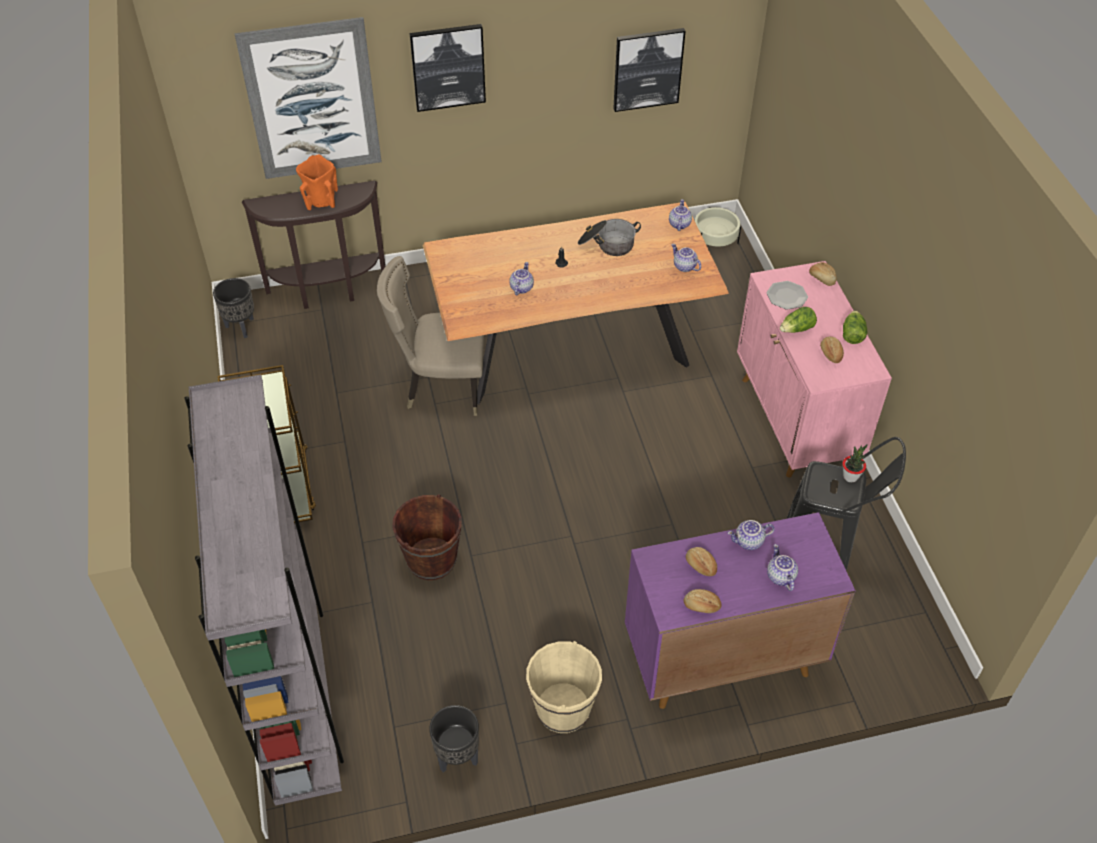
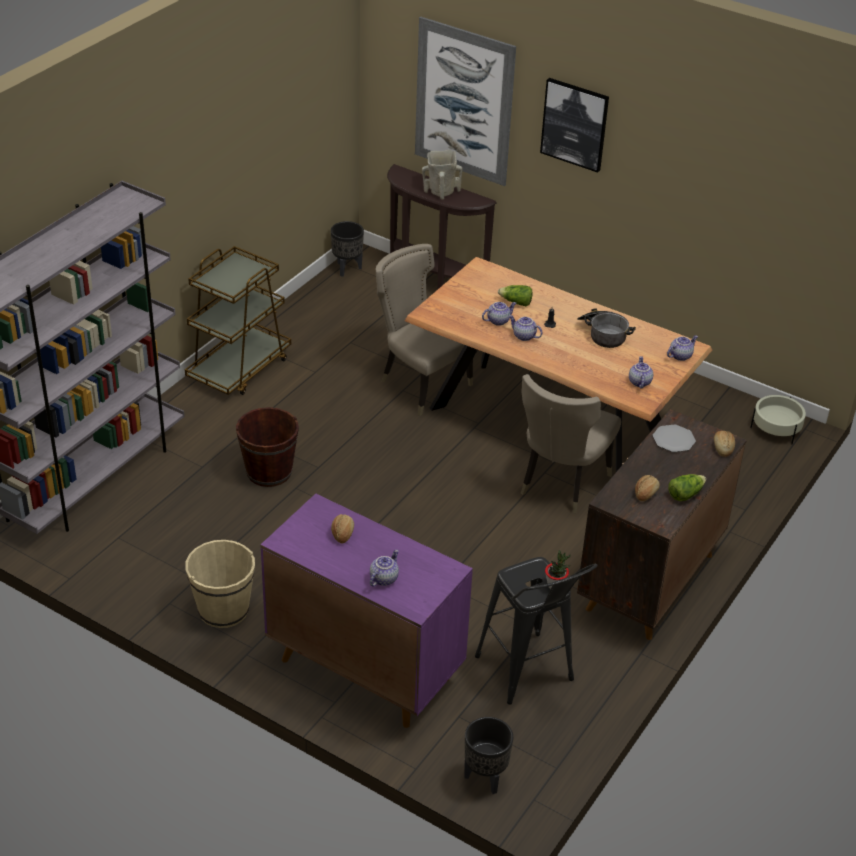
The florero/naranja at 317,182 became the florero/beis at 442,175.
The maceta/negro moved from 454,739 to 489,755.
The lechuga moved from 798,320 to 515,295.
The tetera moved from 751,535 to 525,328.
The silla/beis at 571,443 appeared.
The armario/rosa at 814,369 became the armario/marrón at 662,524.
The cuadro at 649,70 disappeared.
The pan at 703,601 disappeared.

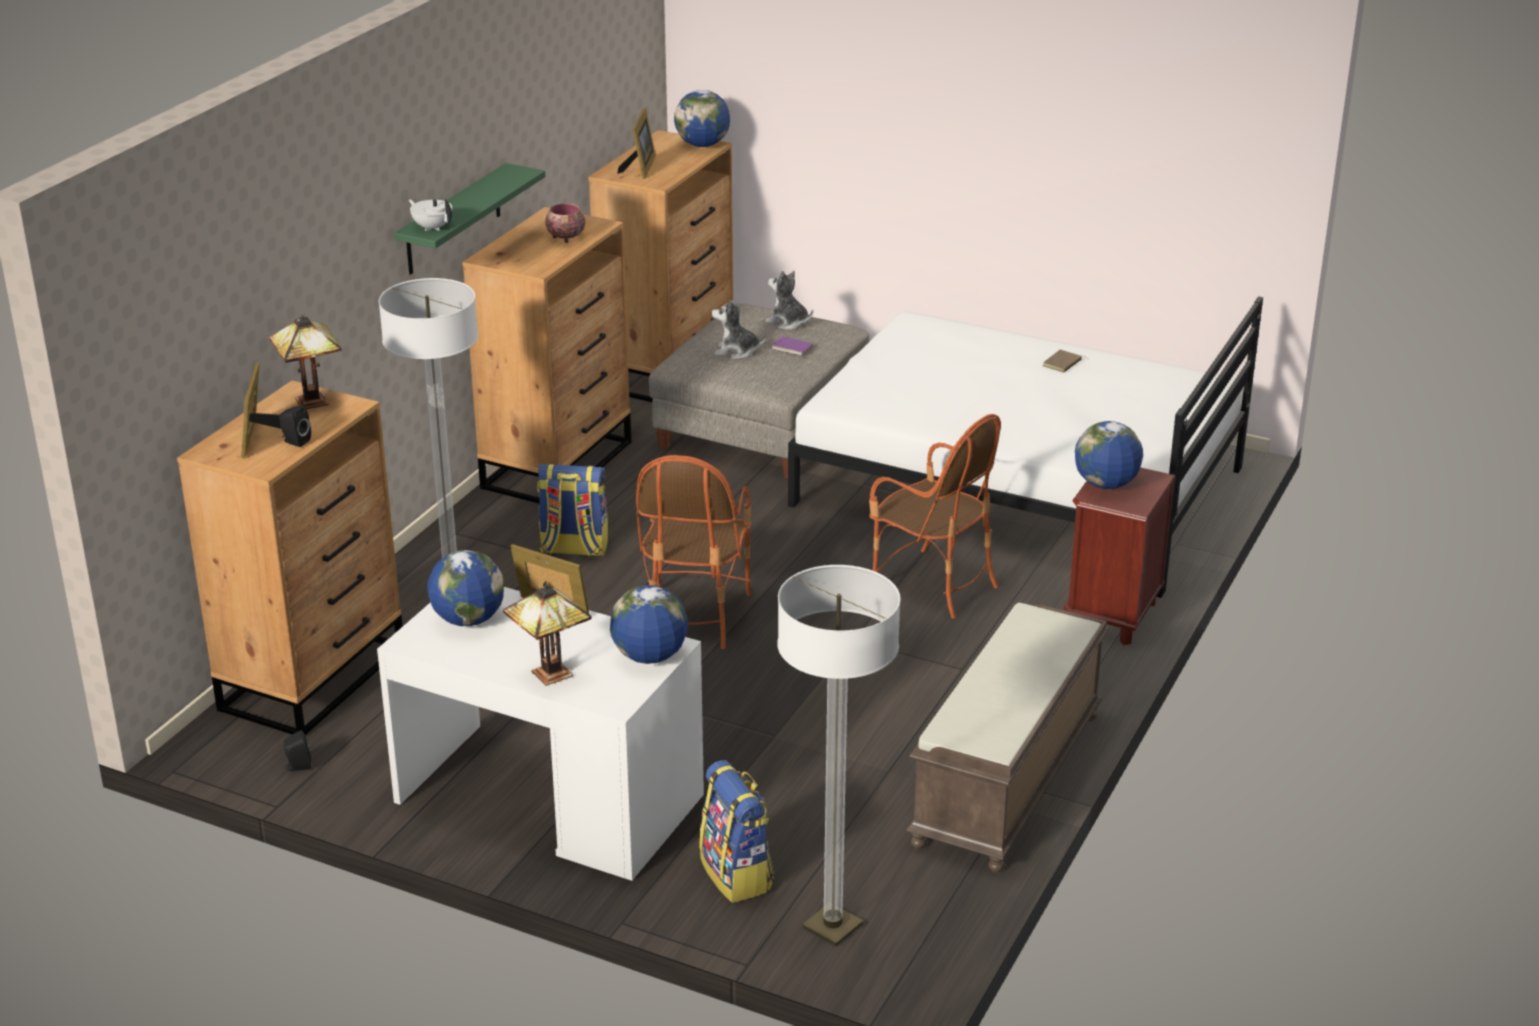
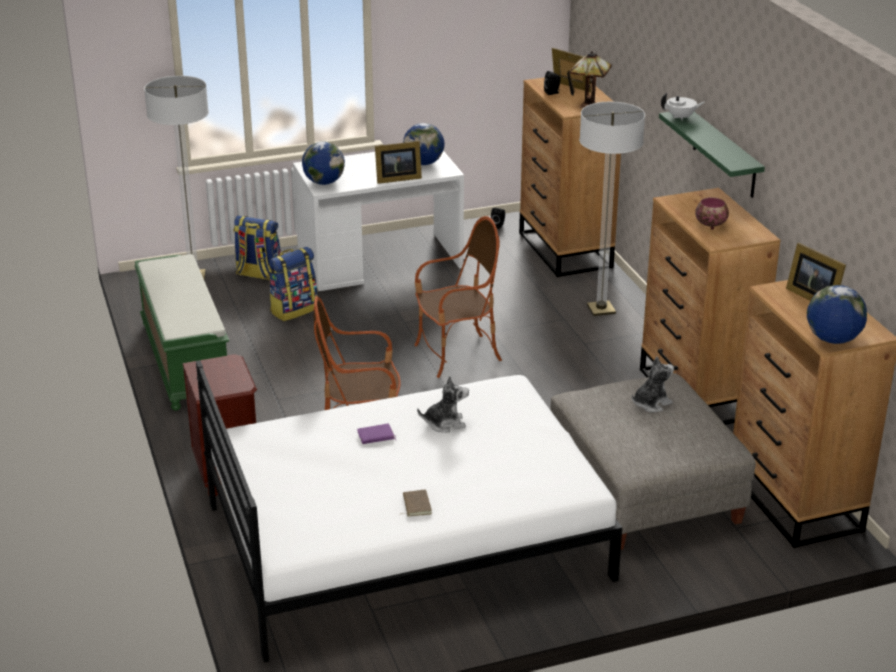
The banco/marrón at 1007,738 became the banco/verde at 181,332.
The mochila moved from 572,510 to 293,284.
The libro/morado moved from 792,345 to 376,434.
The sillón at 693,552 turned 105 degrees clockwise.
The peluche moved from 789,300 to 443,404.
The lámpara de mesa at 547,635 disappeared.
The globo terráqueo at 1109,455 disappeared.

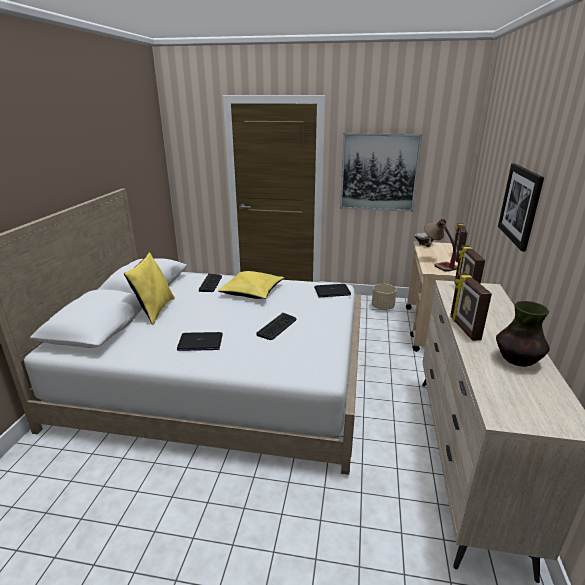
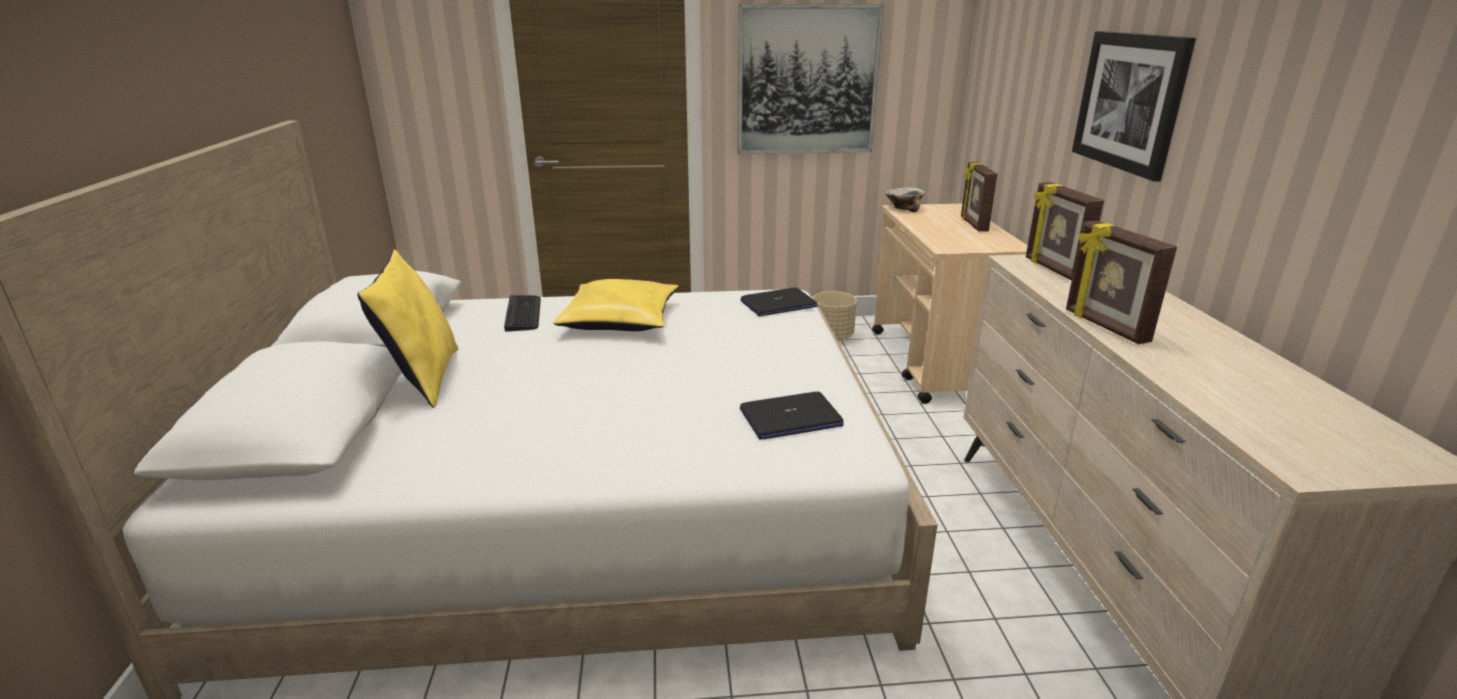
The portátil moved from 200,341 to 792,416.
The teclado at 277,326 disappeared.
The lámpara de mesa at 441,245 disappeared.
The florero at 523,334 disappeared.

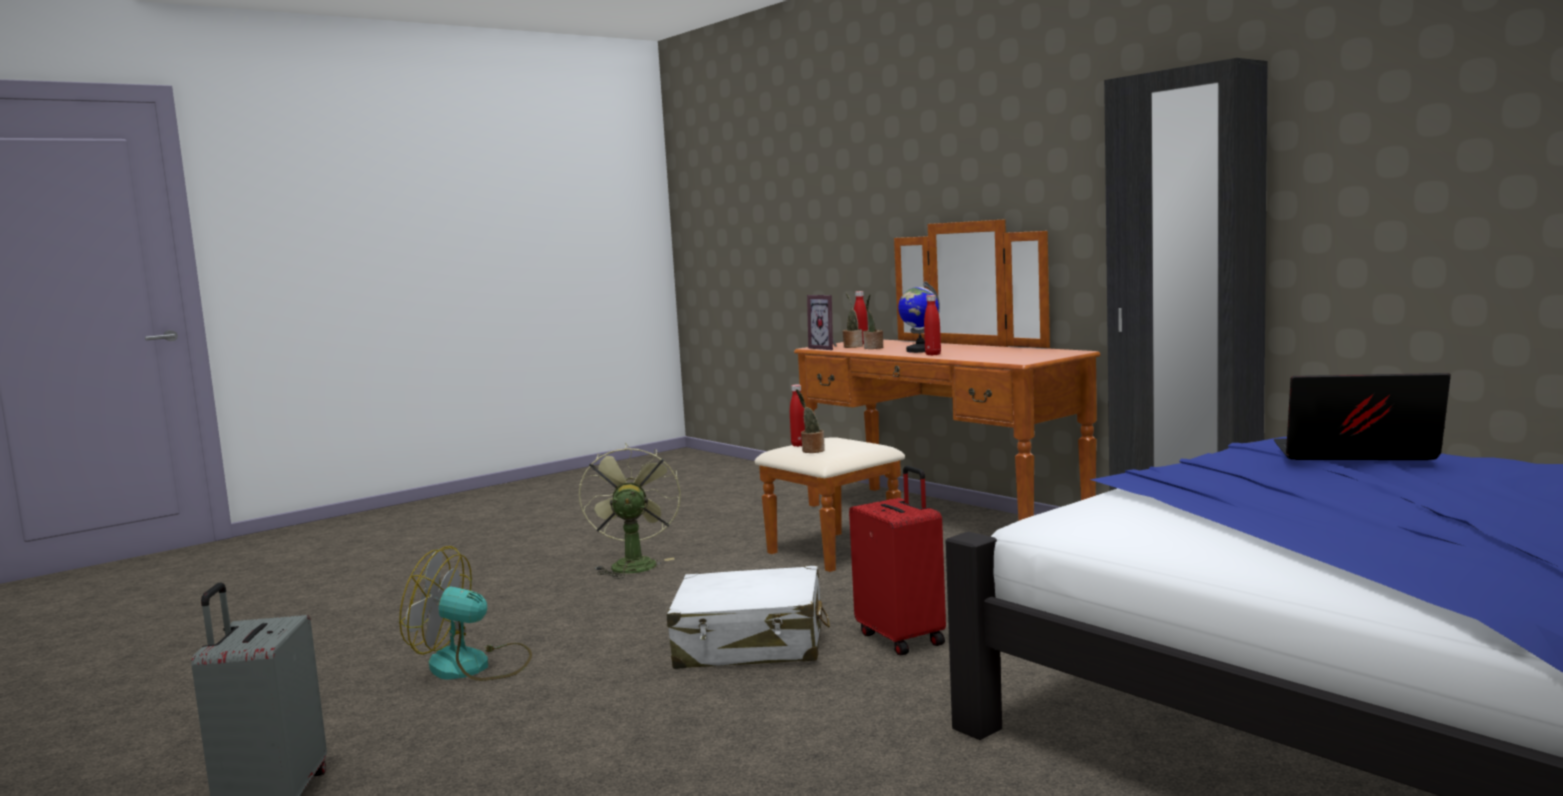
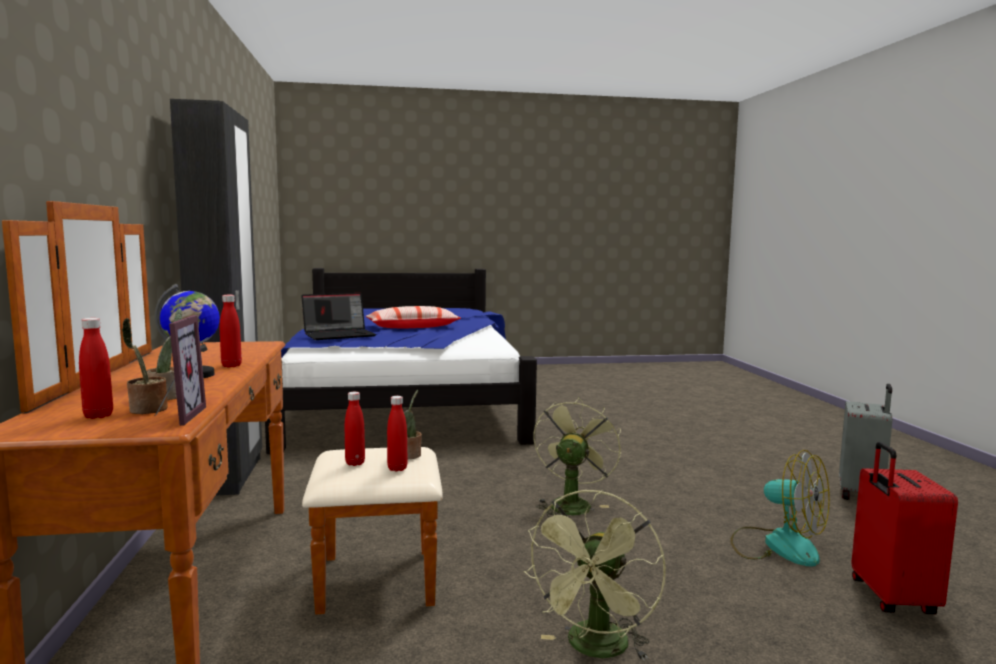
The portátil at 1362,416 turned 75 degrees counterclockwise.
The botella/rojo at 355,429 appeared.
The cojín at 413,317 appeared.
The maleta/blanco at 748,617 was replaced by the ventilador/verde at 577,457.
The maleta/rojo moved from 897,560 to 904,528.

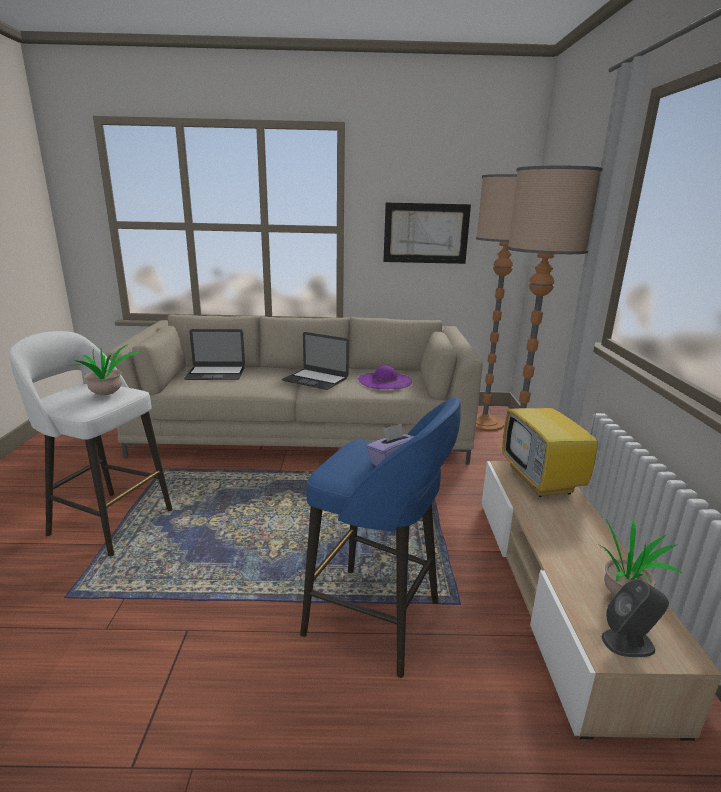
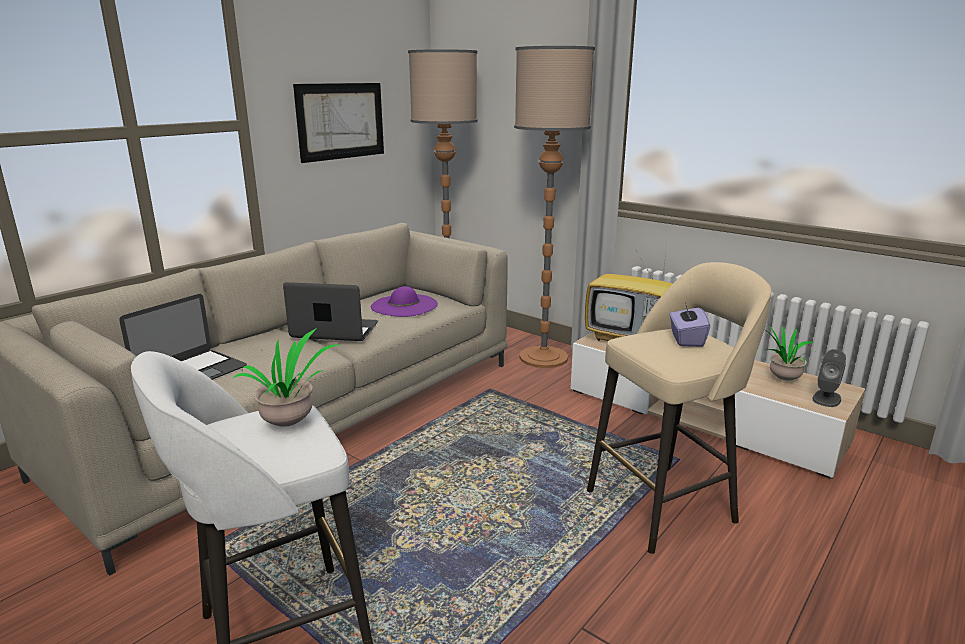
The portátil at 315,361 turned 150 degrees counterclockwise.
The taburete/azul at 380,538 became the taburete/beis at 679,408.

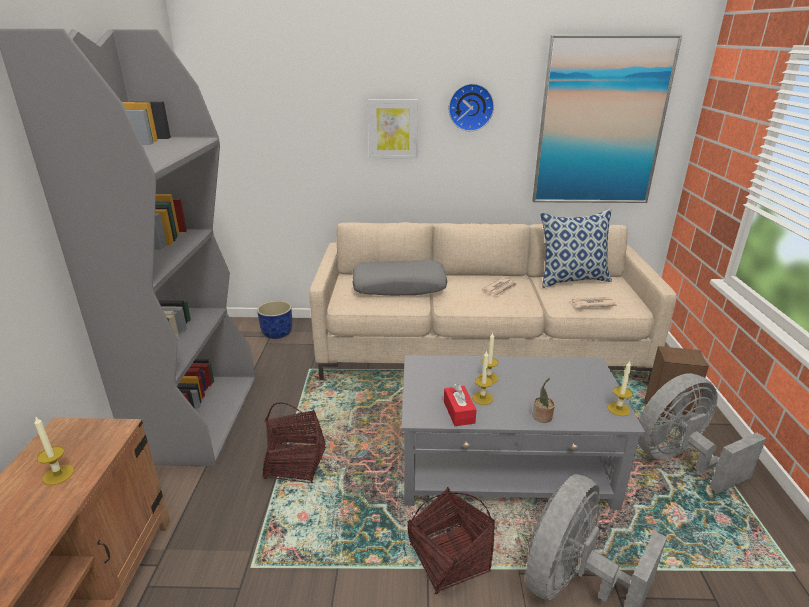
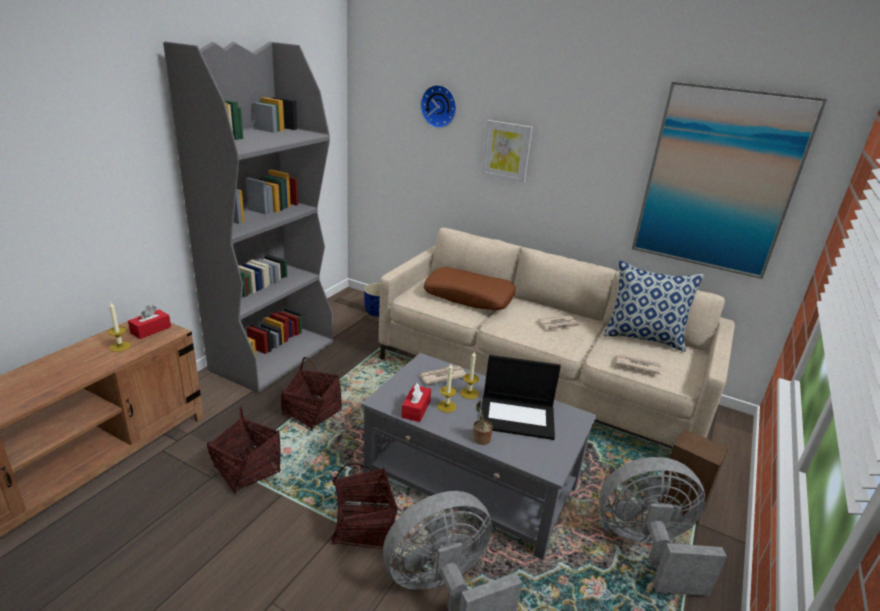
The caja de pañuelos/rojo at 149,322 appeared.
The cesta at 244,451 appeared.
The periódico at 442,375 appeared.
The reloj de pared moved from 471,107 to 438,106.
The cojín/gris at 400,278 became the cojín/marrón at 470,288.
The portátil at 520,397 appeared.
The vela at 620,388 disappeared.

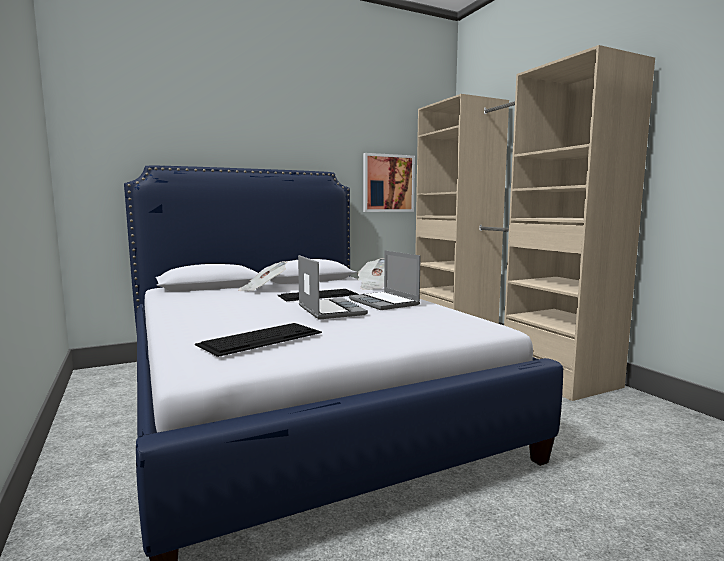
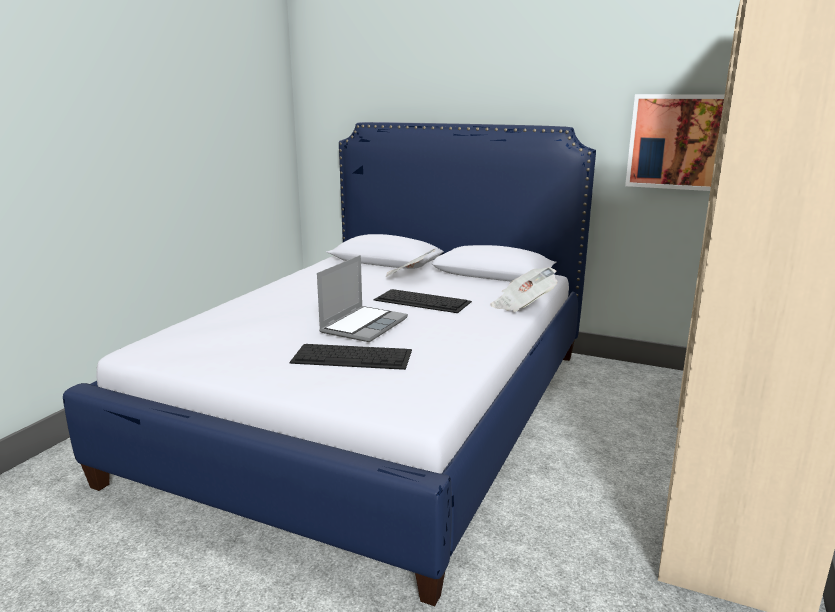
The teclado moved from 258,340 to 350,357.
The portátil at 385,280 disappeared.

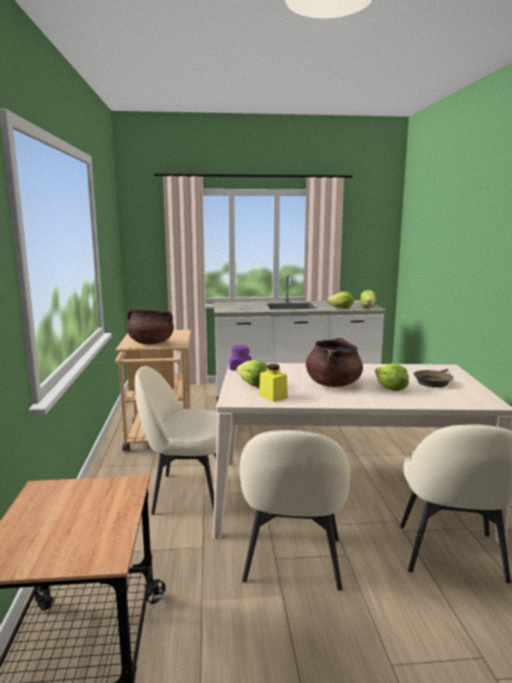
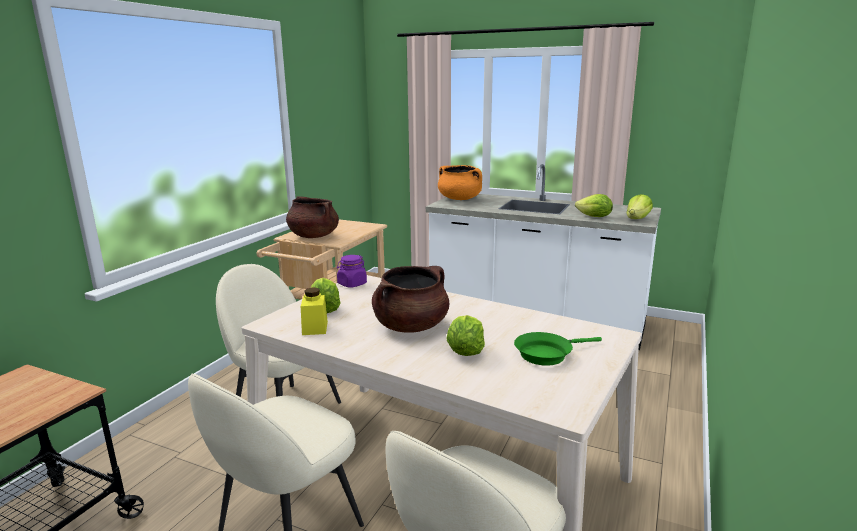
The olla/naranja at 460,182 appeared.
The sartén/marrón at 433,378 became the sartén/verde at 558,349.

